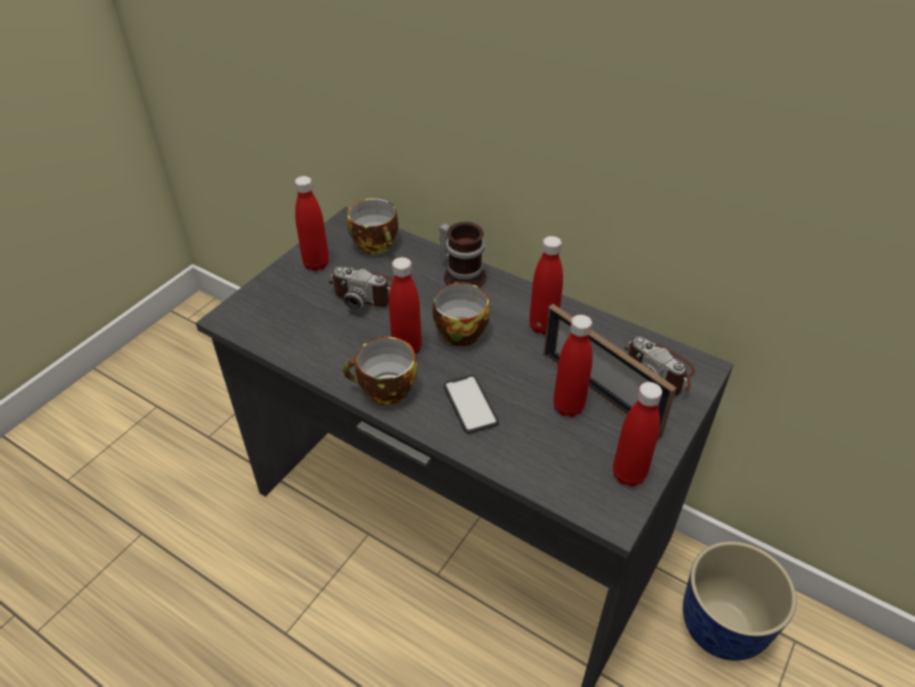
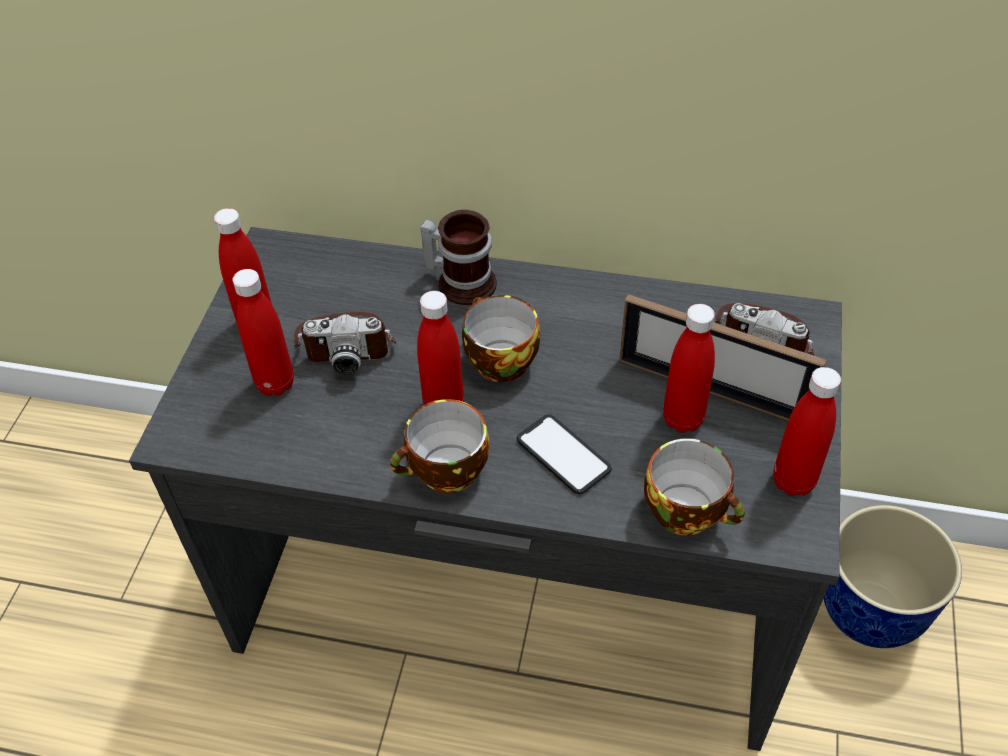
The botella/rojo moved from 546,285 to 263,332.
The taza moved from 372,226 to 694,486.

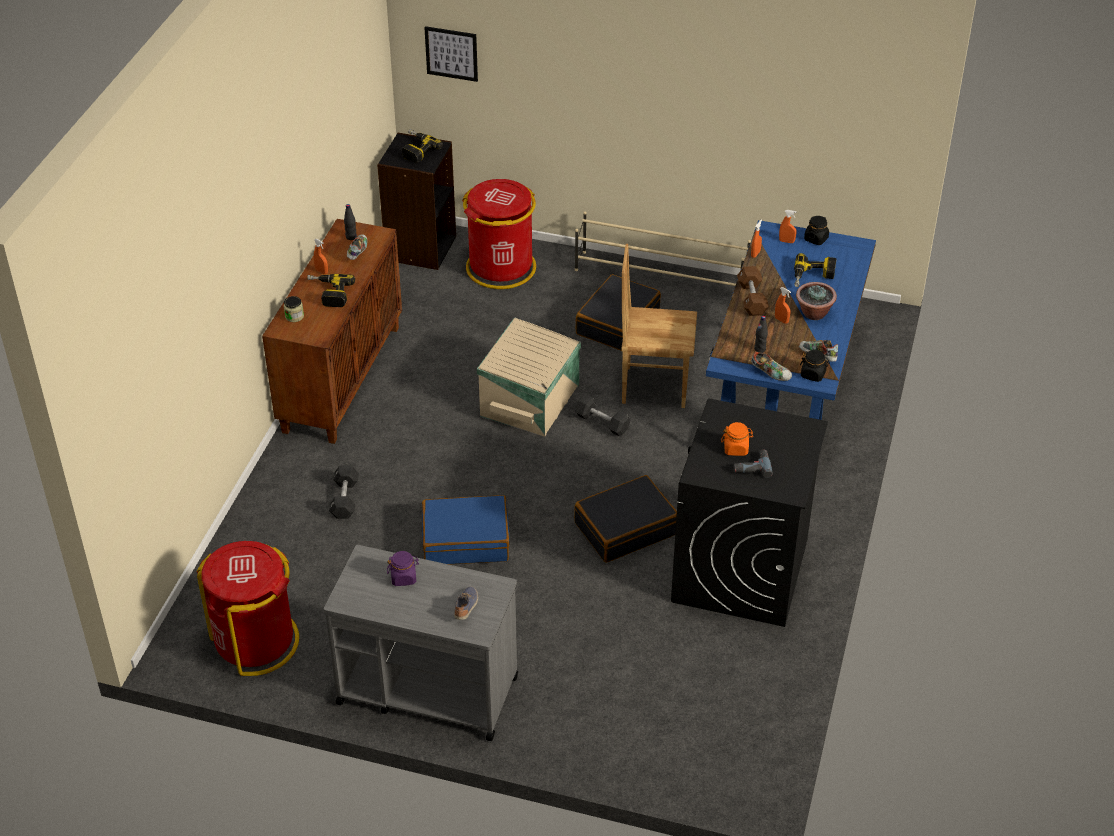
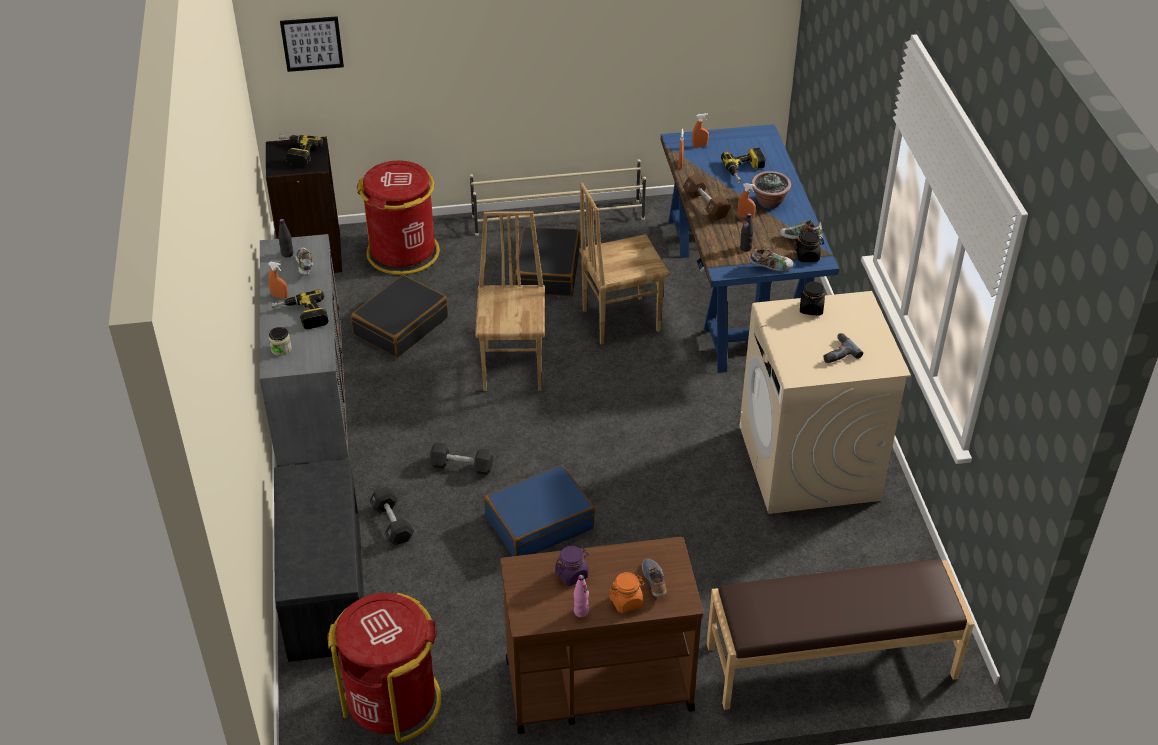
The armario/marrón at 332,331 became the armario/gris at 304,350.
The banco/gris at 319,561 appeared.
The maleta/negro moved from 625,519 to 399,316.
The mancuerna/negro moved from 602,415 to 461,458.
The caja de almacenaje/beis at 529,377 was replaced by the silla/marrón at 510,301.
The carrito/gris at 421,643 became the carrito/marrón at 602,635.
The botella/rosa at 581,596 appeared.
The tarro/naranja moved from 737,439 to 627,592.
The banco/marrón at 840,634 appeared.
The lavadora/negro at 749,512 became the lavadora/beis at 825,402.
The tarro/negro moved from 816,230 to 812,299.

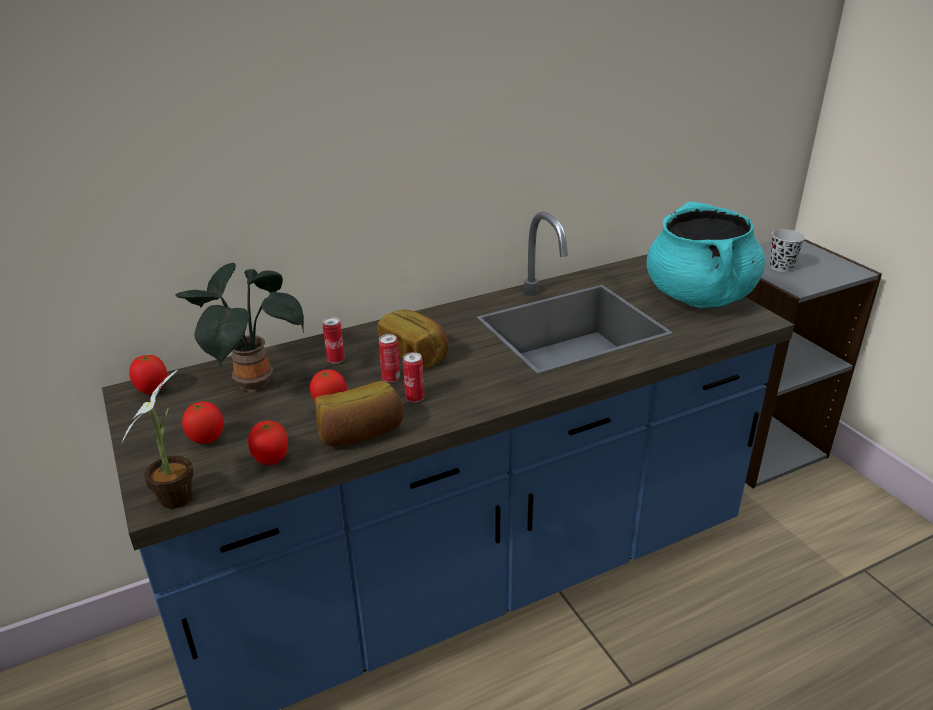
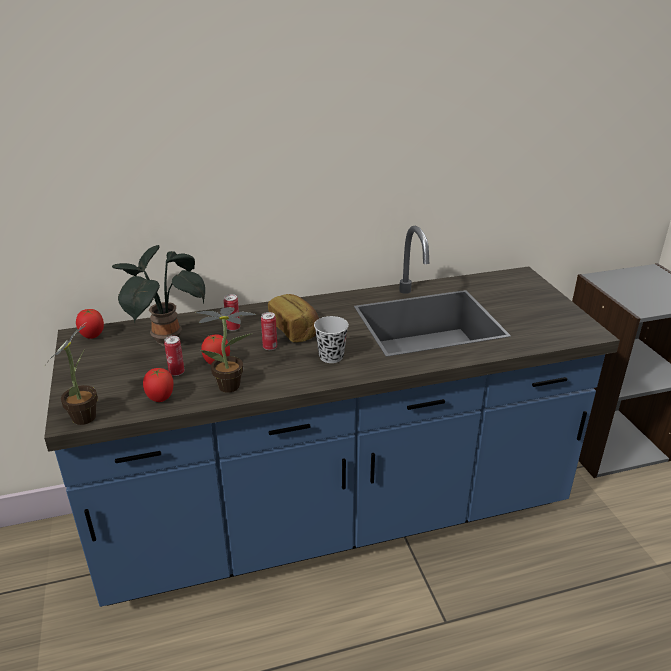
The lata moved from 413,377 to 174,356.
The pan at 359,413 was replaced by the planta en maceta at 226,350.
The taza/negro moved from 787,250 to 331,339.
The tomate at 202,423 disappeared.
The olla/turquesa at 705,255 disappeared.

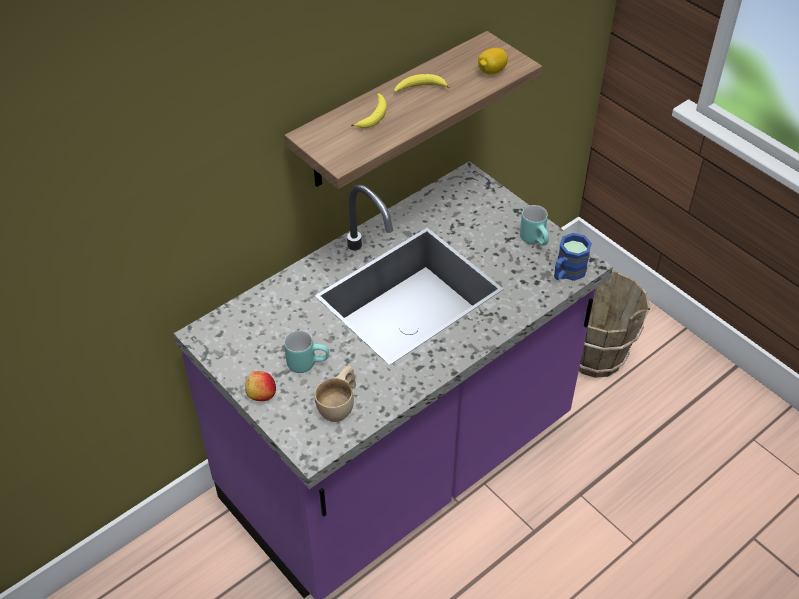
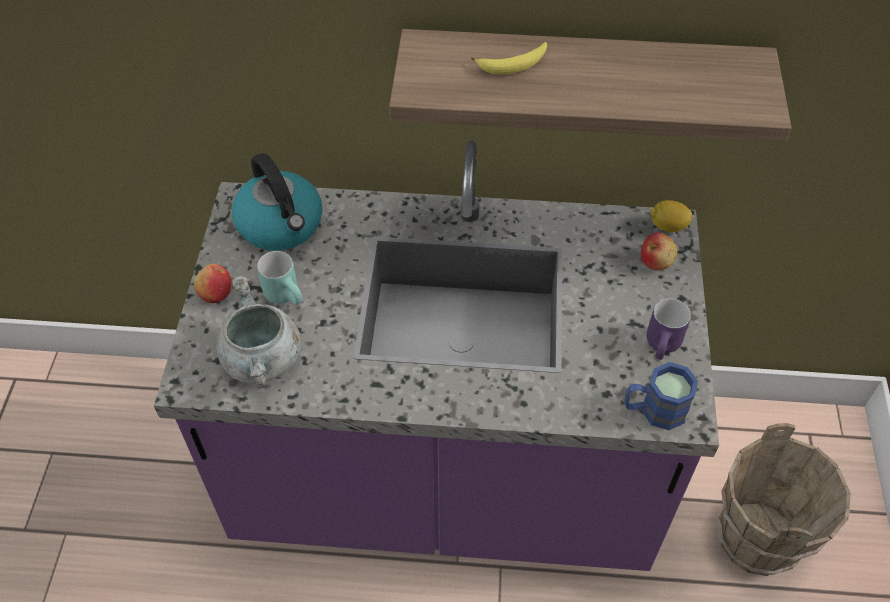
The taza/beis at 335,394 was replaced by the olla/gris at 259,330.
The hervidor at 277,202 appeared.
The manzana at 659,251 appeared.
The taza grande/turquesa at 534,225 became the taza grande/morado at 668,329.
The limón moved from 493,61 to 671,216.
The plátano at 422,83 disappeared.

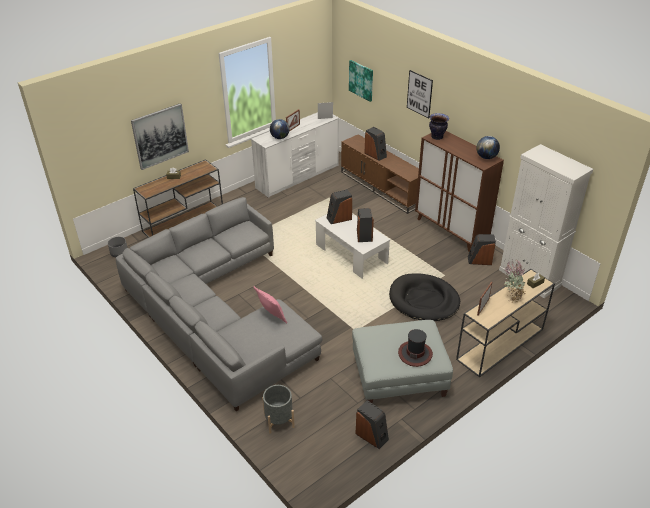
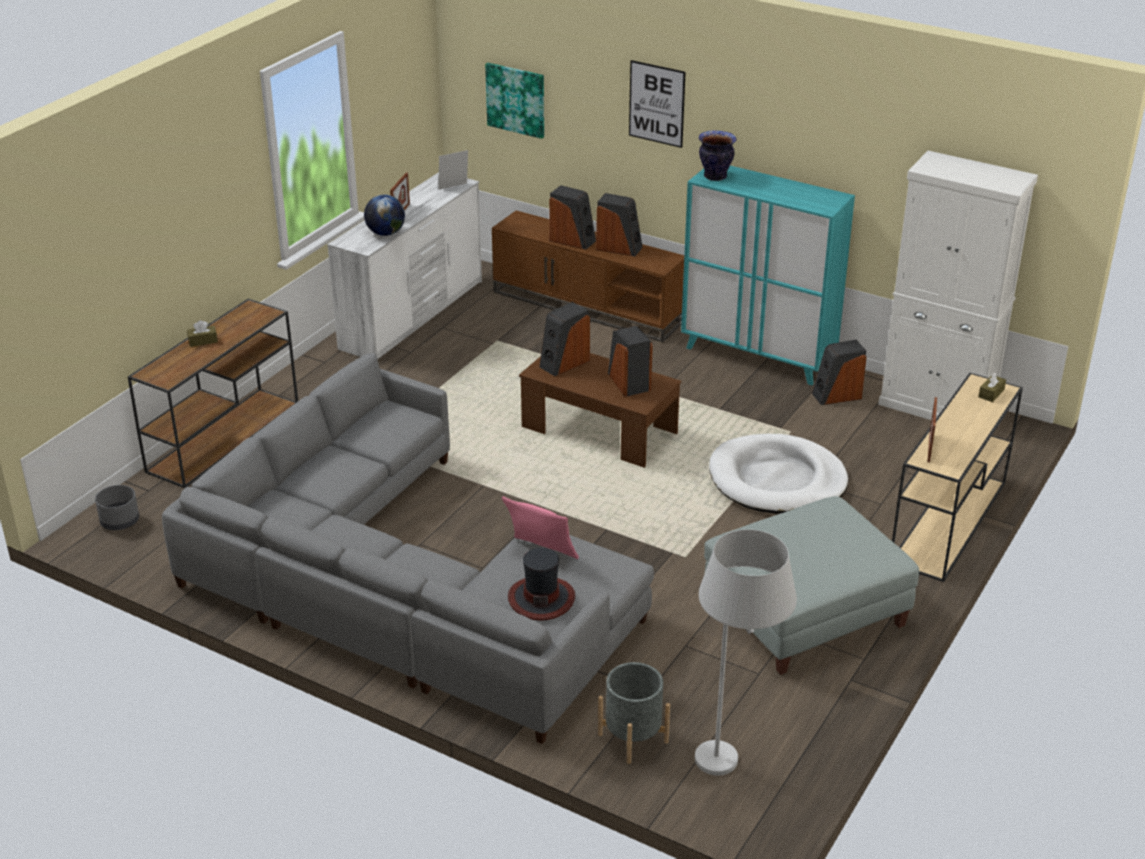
The sombrero moved from 415,348 to 541,584.
The mesa de centro/blanco at 353,246 became the mesa de centro/marrón at 600,410.
The altavoz moved from 372,424 to 619,224.
The armario/marrón at 459,191 became the armario/turquesa at 768,275.
The lámpara de pie/blanco at 746,652 appeared.
The cama para perro/negro at 424,297 became the cama para perro/blanco at 778,474.
The cuadro at 160,136 disappeared.
The globo terráqueo at 488,147 disappeared.
The planta en maceta at 515,281 disappeared.

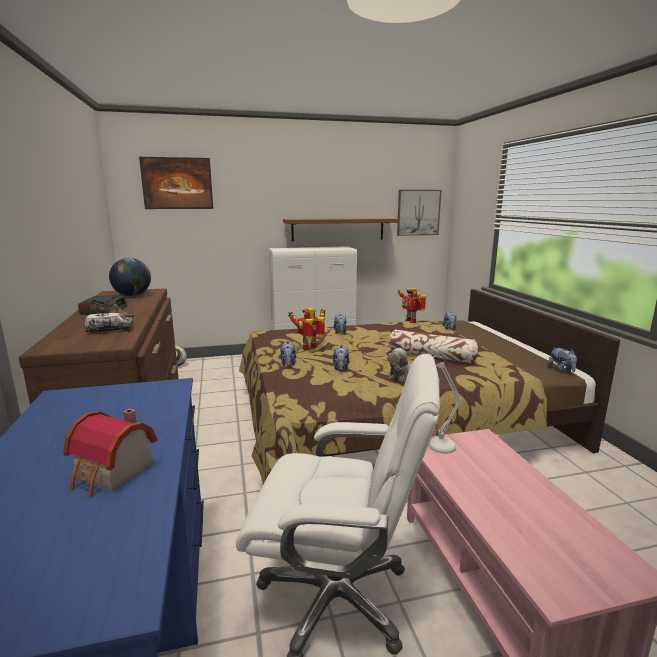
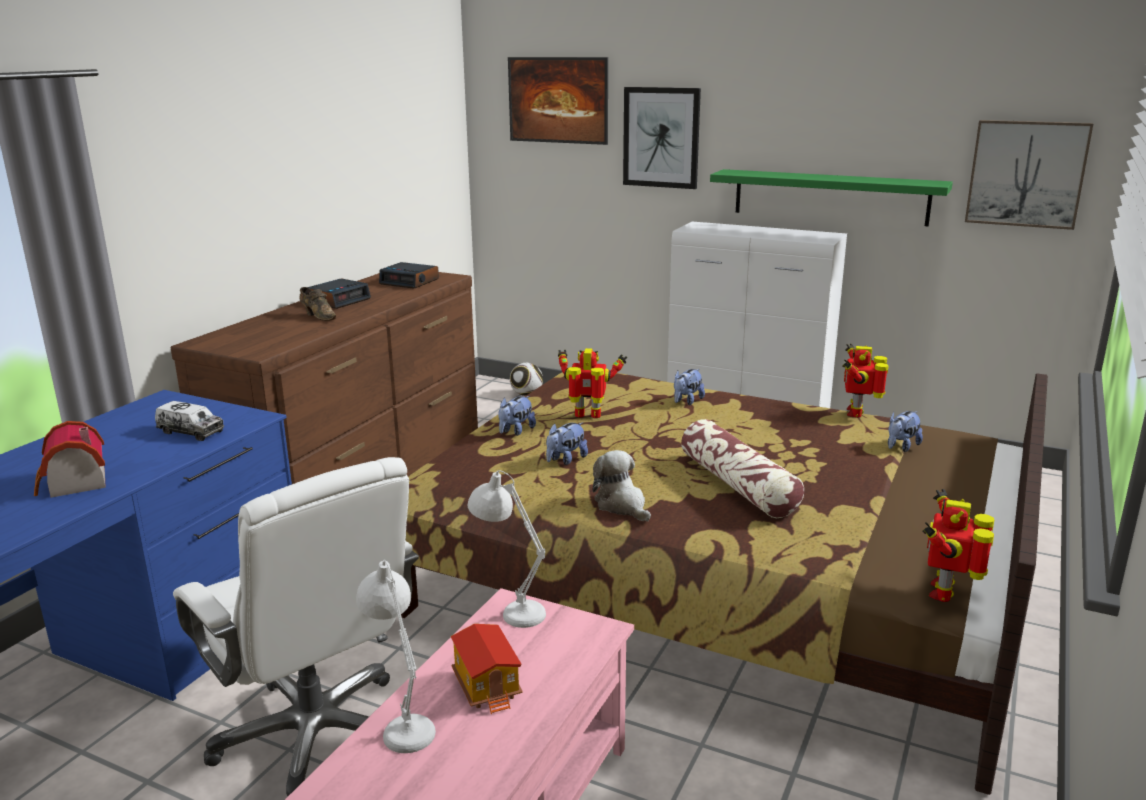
The camión de juguete moved from 109,323 to 189,421.
The lámpara de mesa/blanco at 396,656 appeared.
The globo terráqueo at 130,277 was replaced by the despertador at 409,275.
The casita at 486,669 appeared.
The cuadro at 662,138 appeared.
The estante/marrón at 340,229 became the estante/verde at 831,197.
The peluche at 562,360 was replaced by the robot de juguete at 958,545.

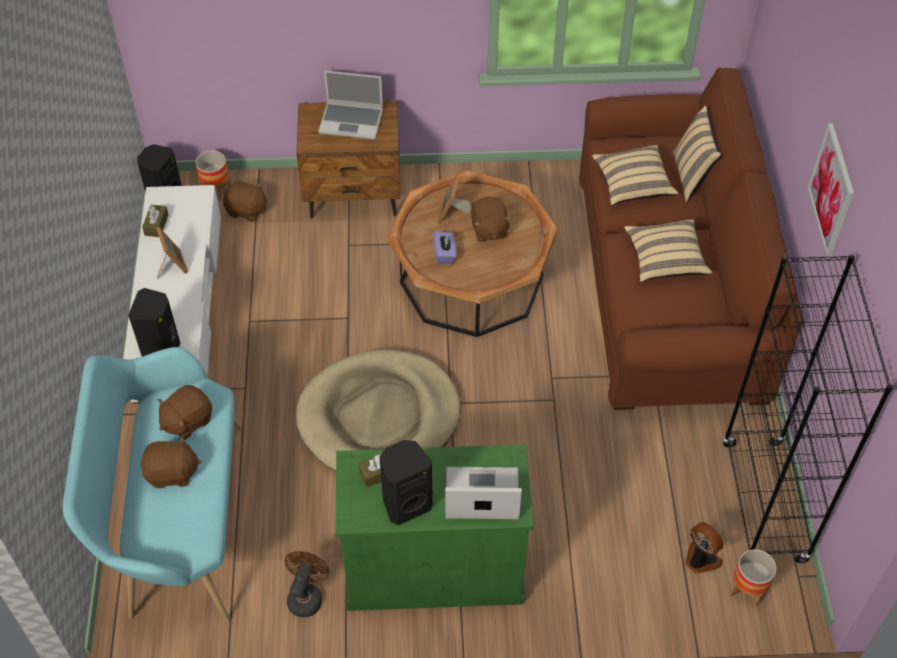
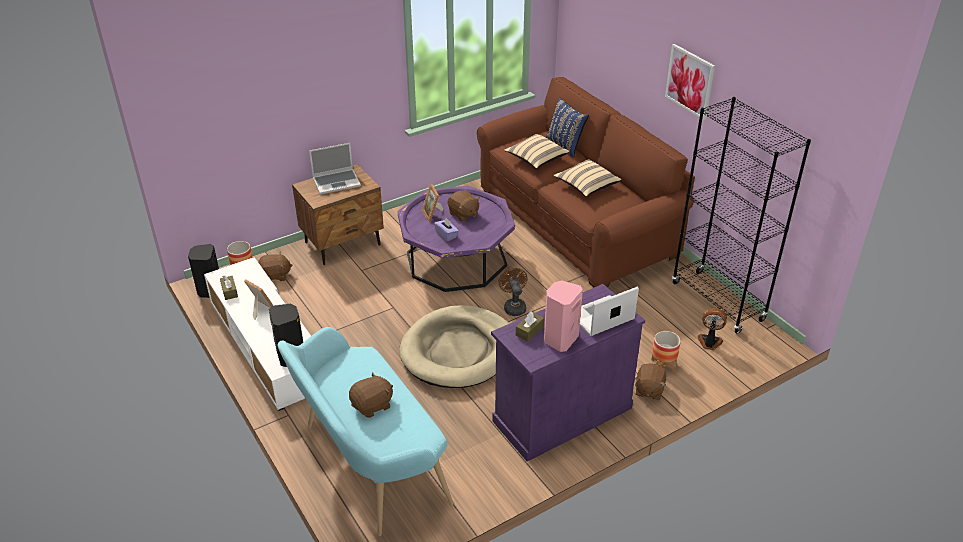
The mesa de centro/marrón at 473,253 became the mesa de centro/morado at 456,239.
The armario/verde at 434,527 became the armario/morado at 568,373.
The ventilador/marrón moved from 306,584 to 513,292.
The altavoz/negro at 406,482 became the altavoz/rosa at 563,316.
The cojín/beis at 697,153 became the cojín/azul at 567,127.
The peluche/marrón moved from 184,412 to 650,381.
The maceta moved from 753,577 to 666,351.

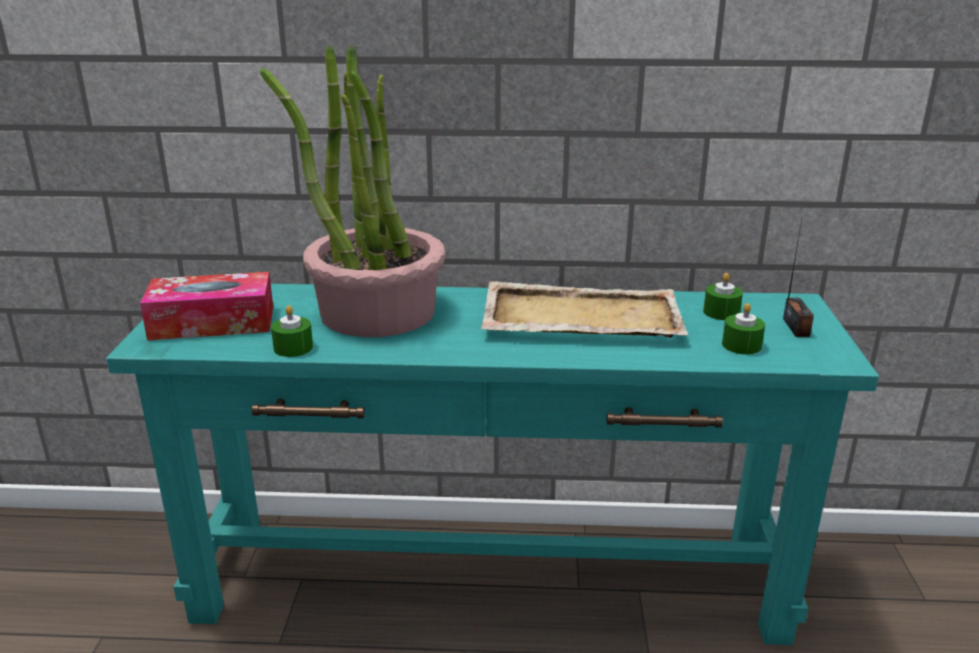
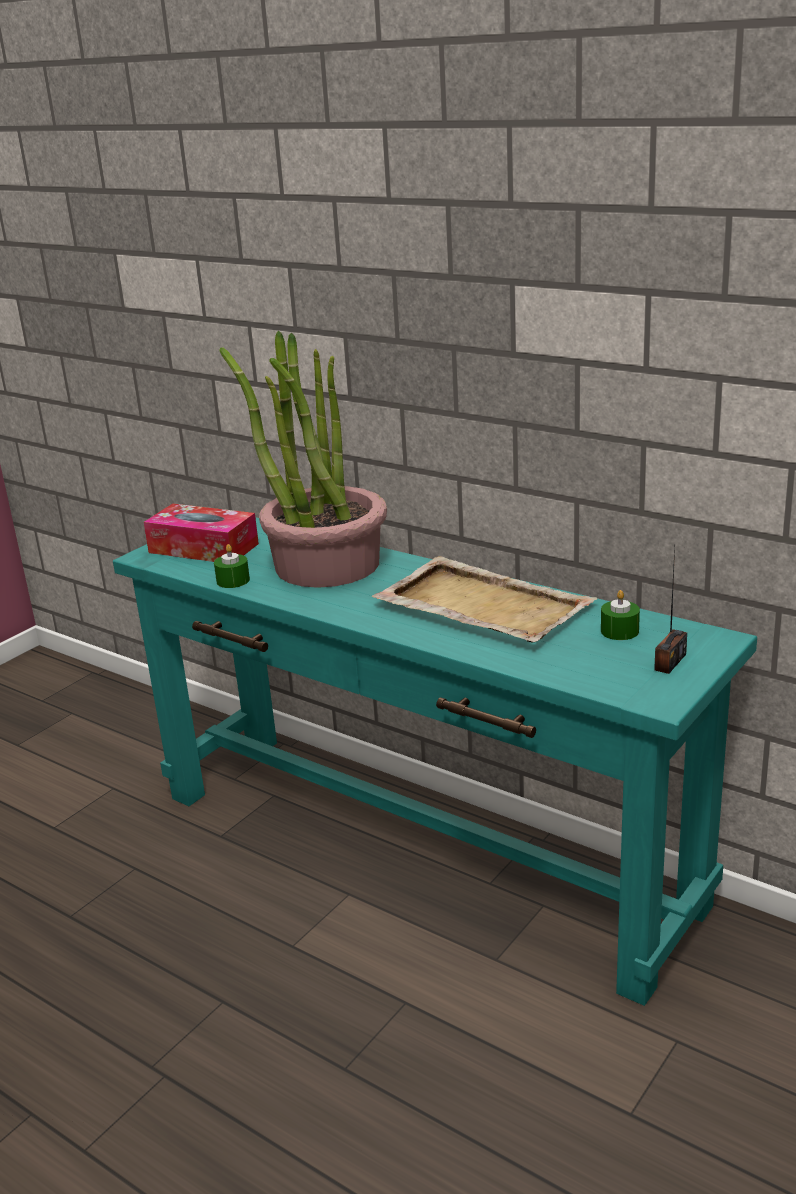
The vela/verde at 743,328 disappeared.

